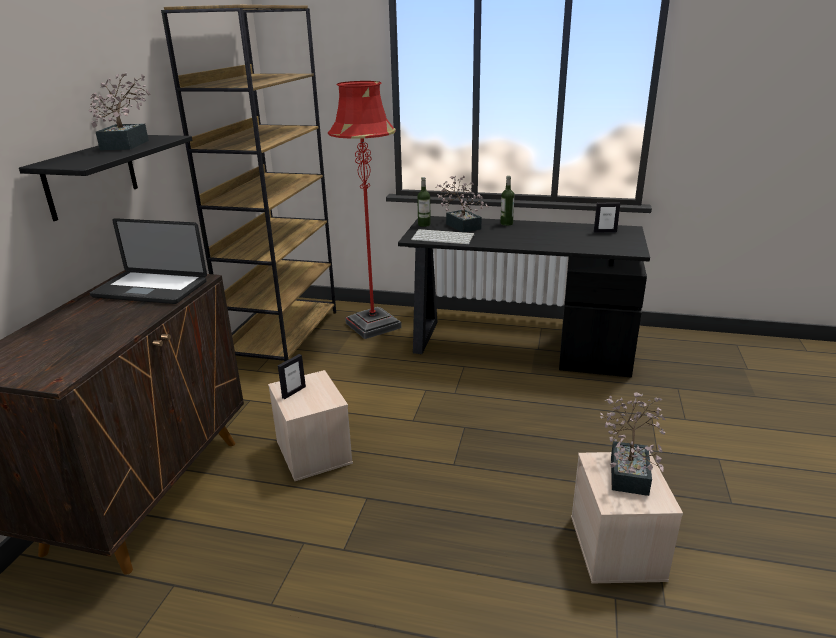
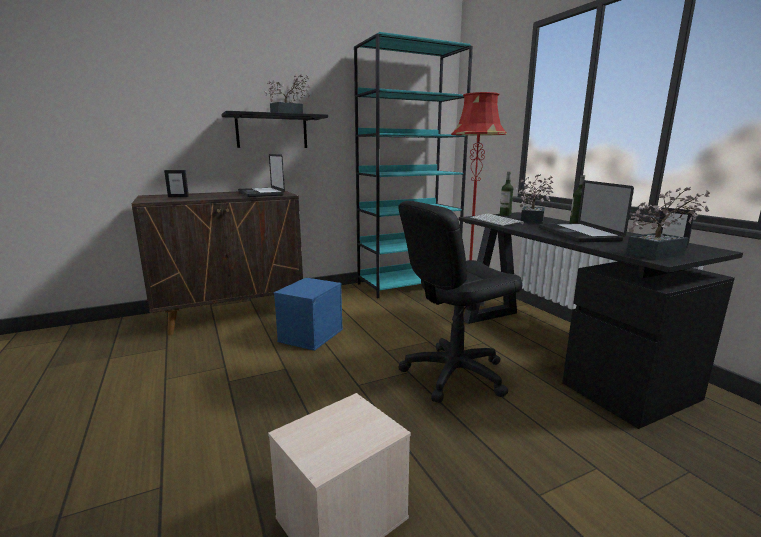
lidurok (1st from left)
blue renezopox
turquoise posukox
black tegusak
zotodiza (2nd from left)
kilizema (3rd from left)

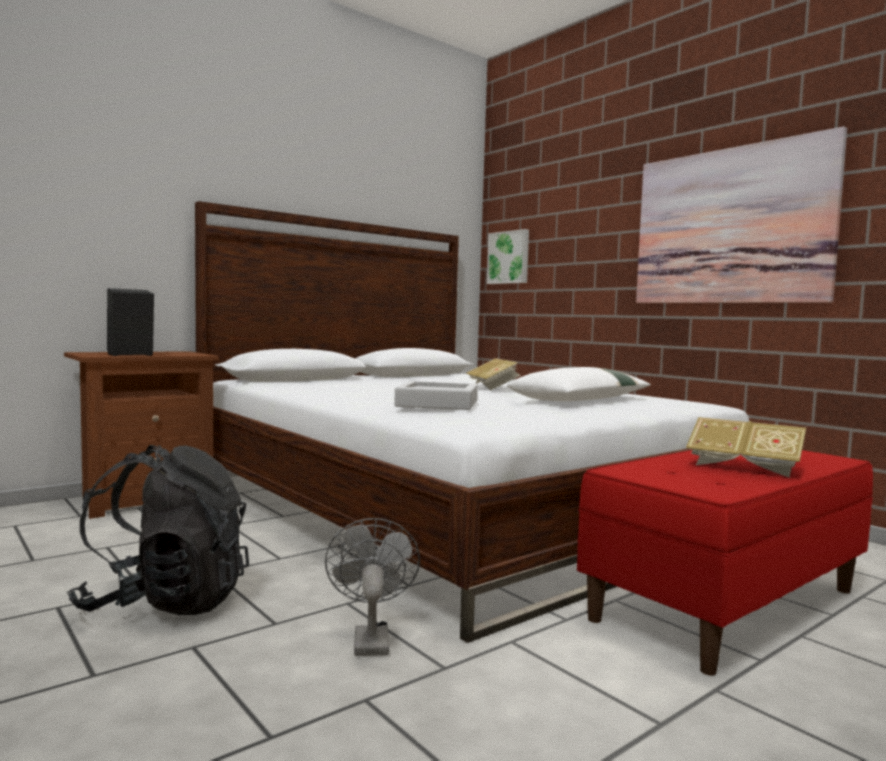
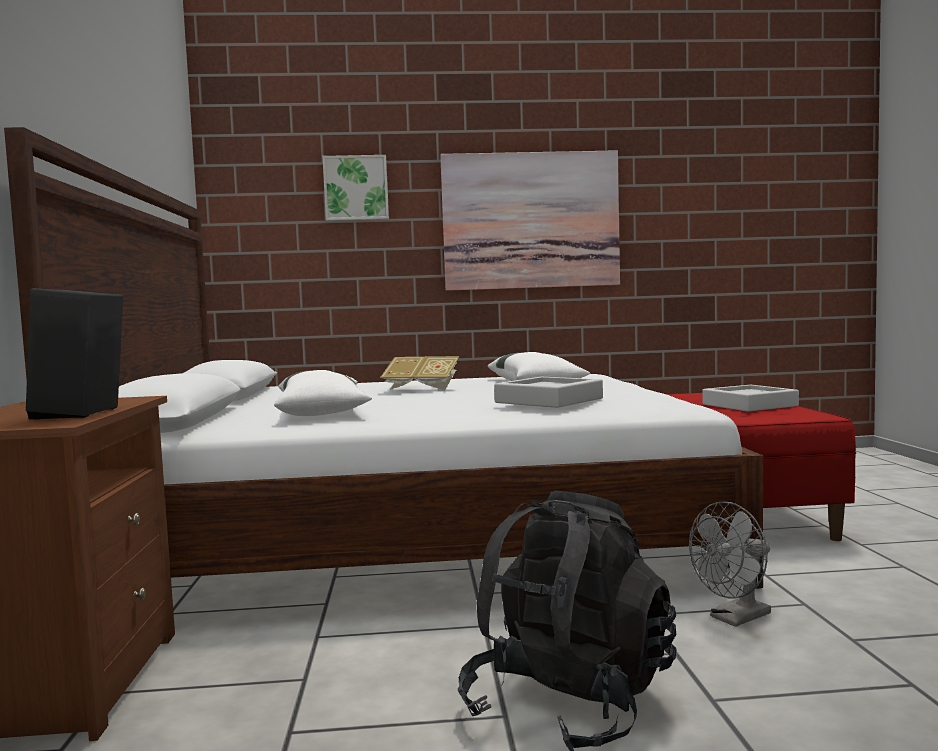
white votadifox (1st from left)
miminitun (1st from left)
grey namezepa
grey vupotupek (2nd from left)

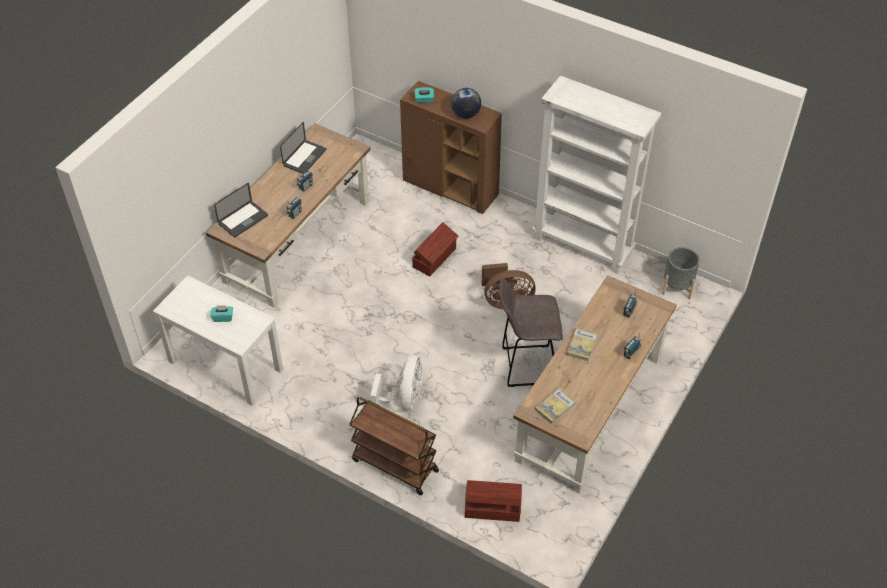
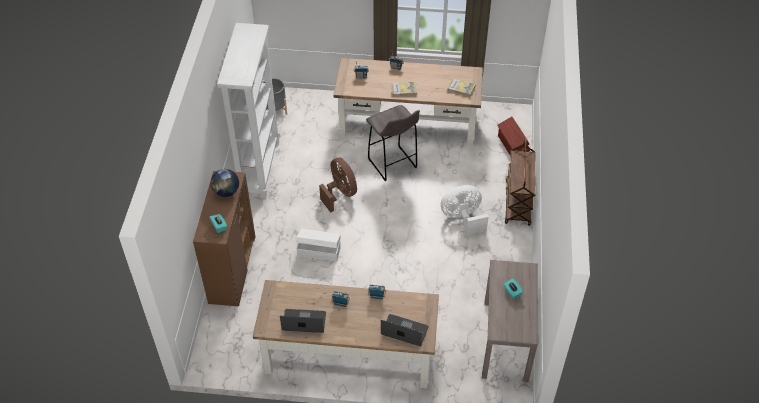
white renezopox
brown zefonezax

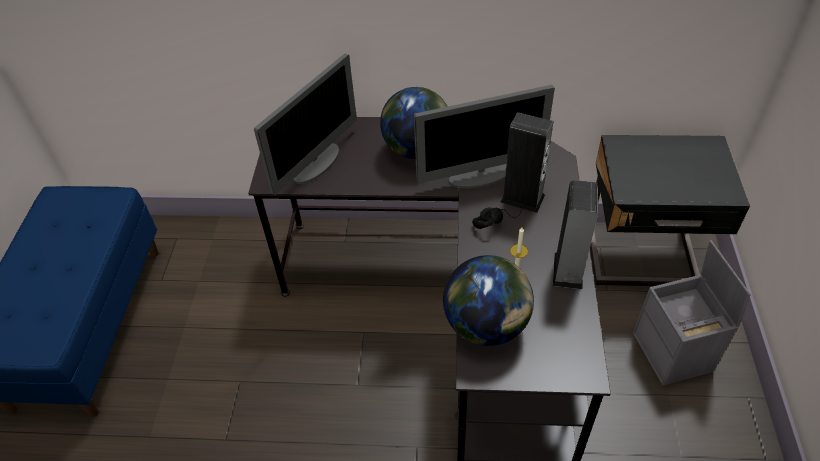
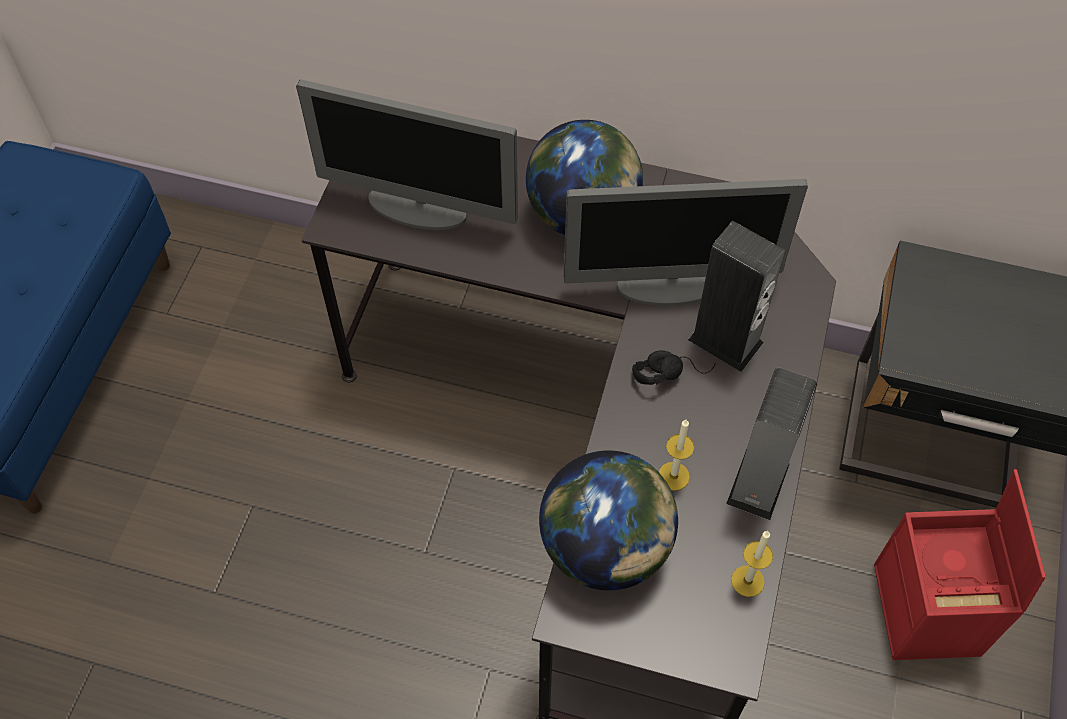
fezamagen (1st from left)
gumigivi (2nd from left)
red renezopox

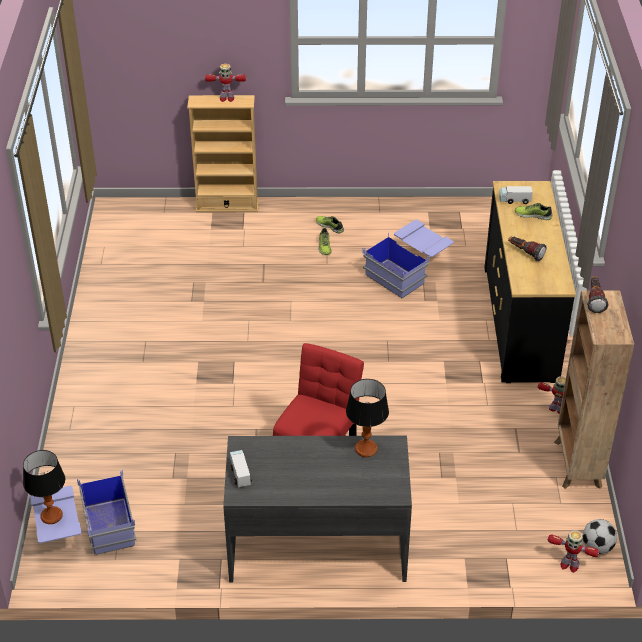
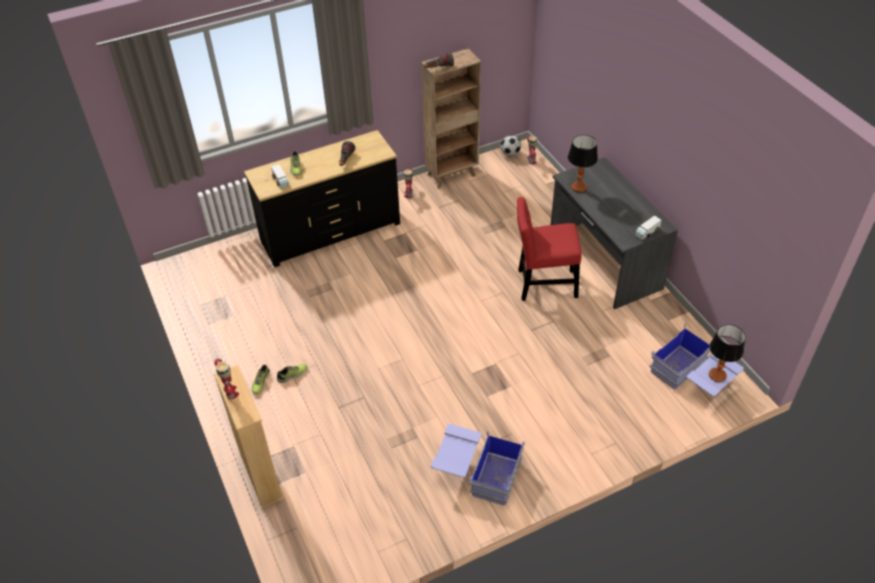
blue renezopox (1st from left)

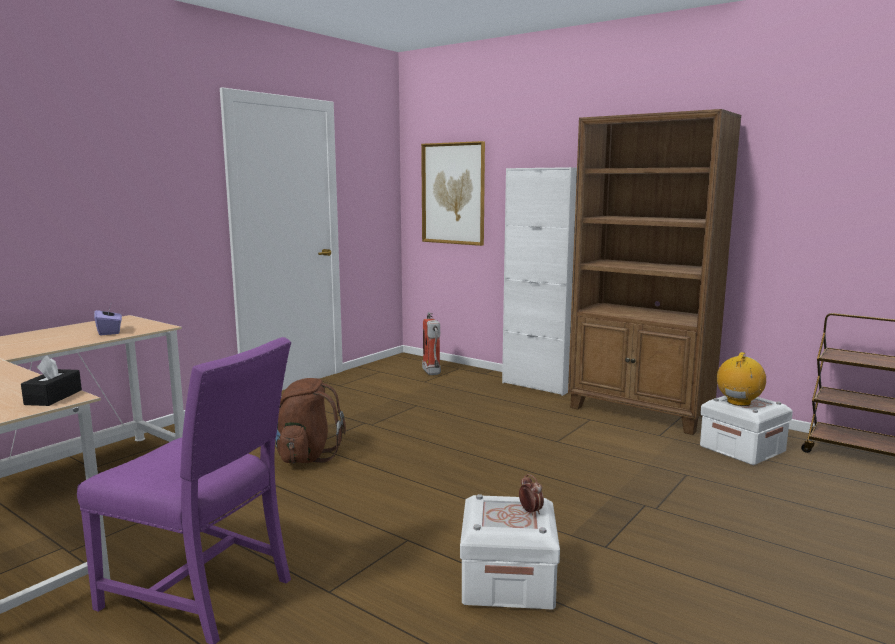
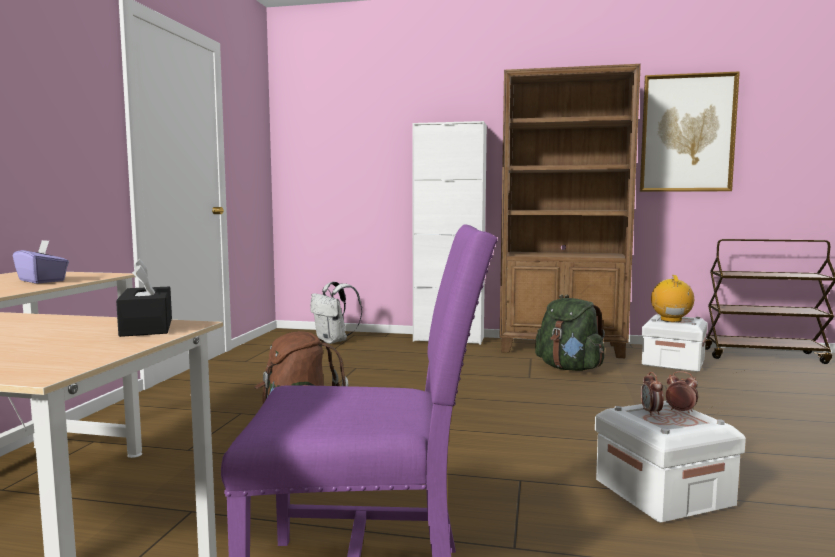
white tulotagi
green tulotagi
miminitun
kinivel (1st from left)

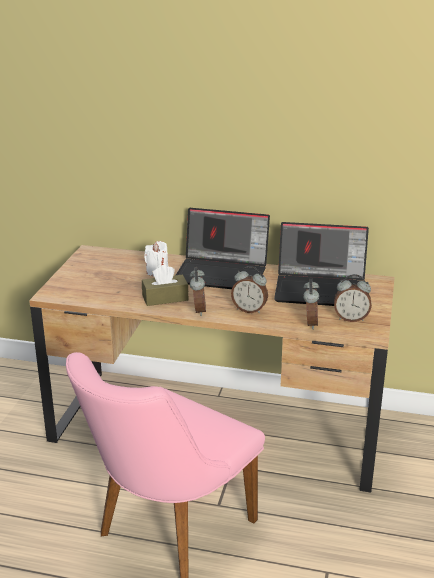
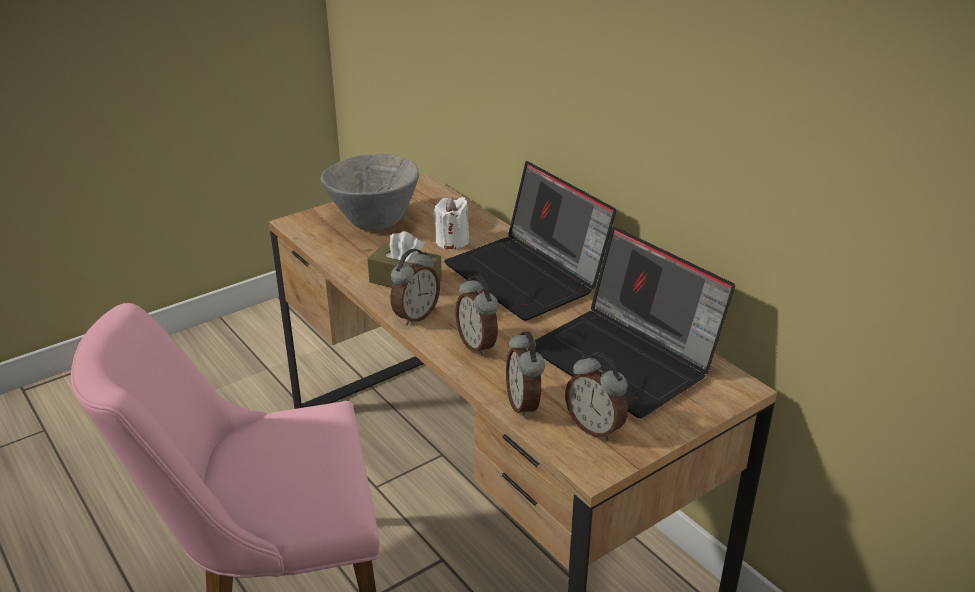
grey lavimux
kinivel (3rd from left)

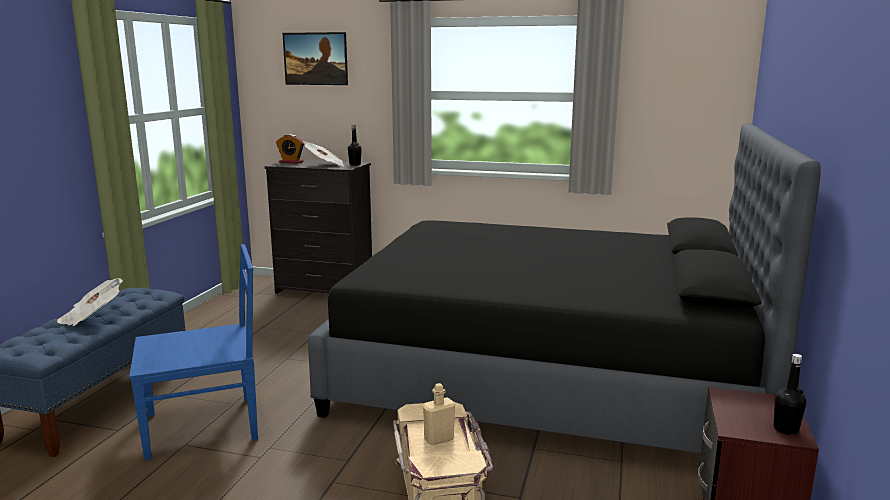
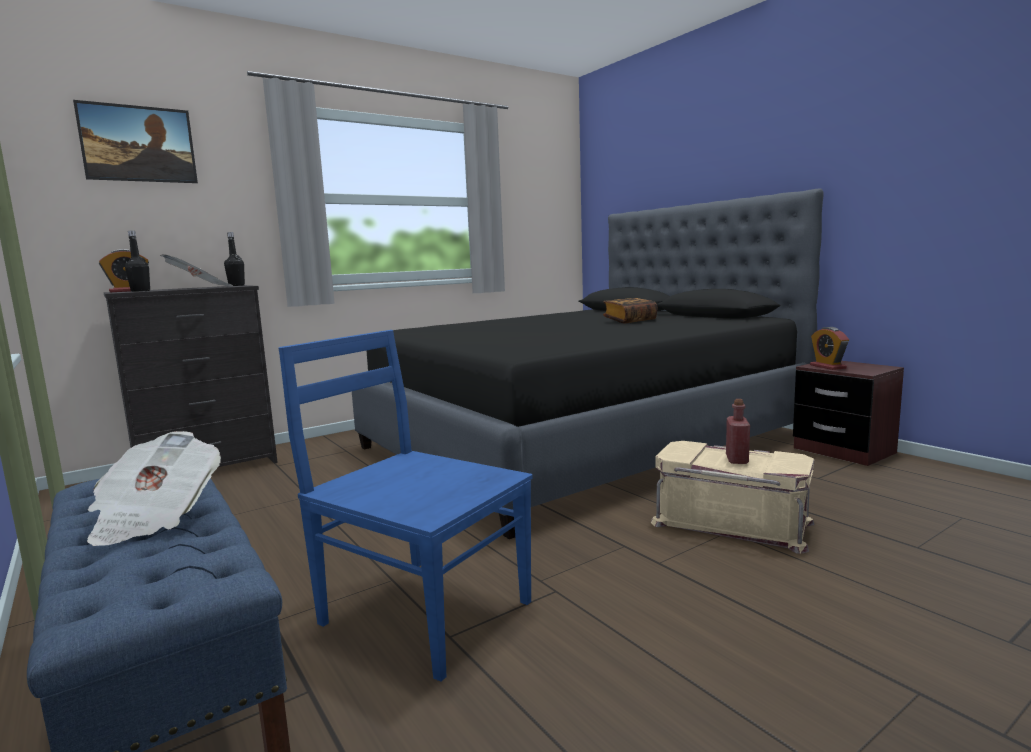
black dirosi (1st from left)
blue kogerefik
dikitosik
red dirosi
kinivel (2nd from left)

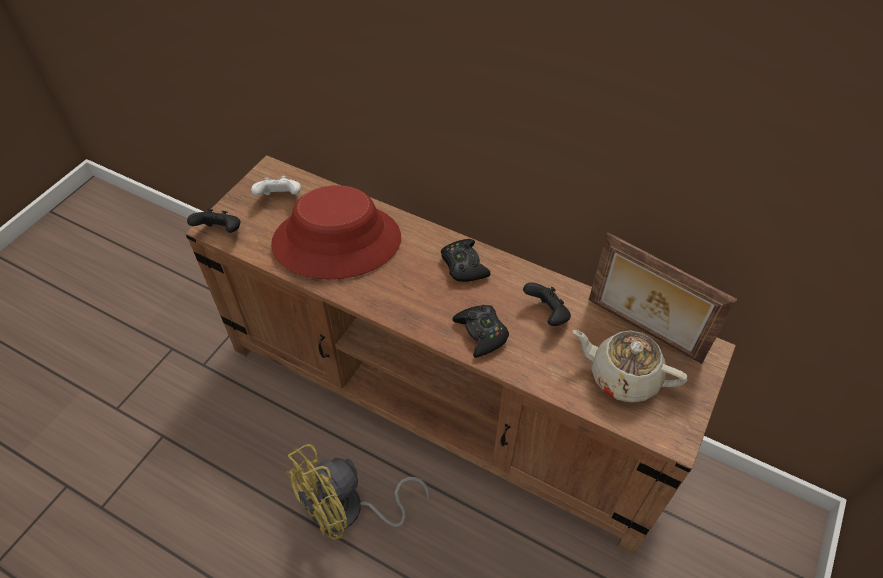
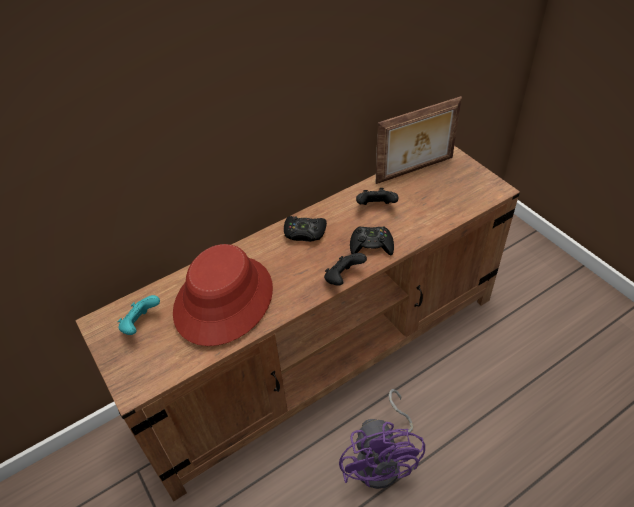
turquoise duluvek
black duluvek (2nd from left)
purple namezepa
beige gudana

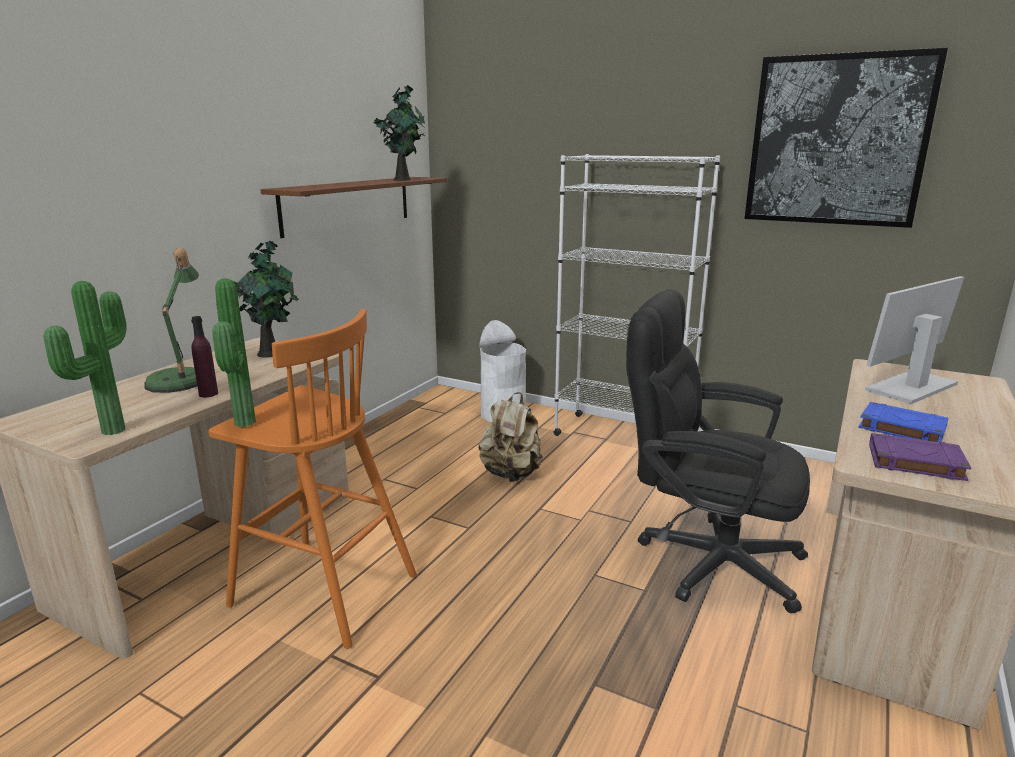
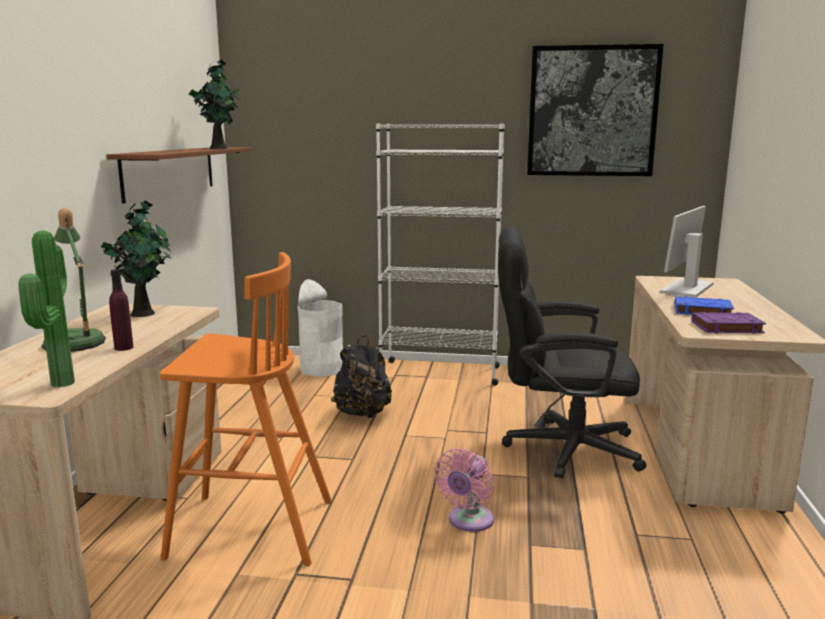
black tulotagi
pink namezepa
kilizema (2nd from left in the first image)

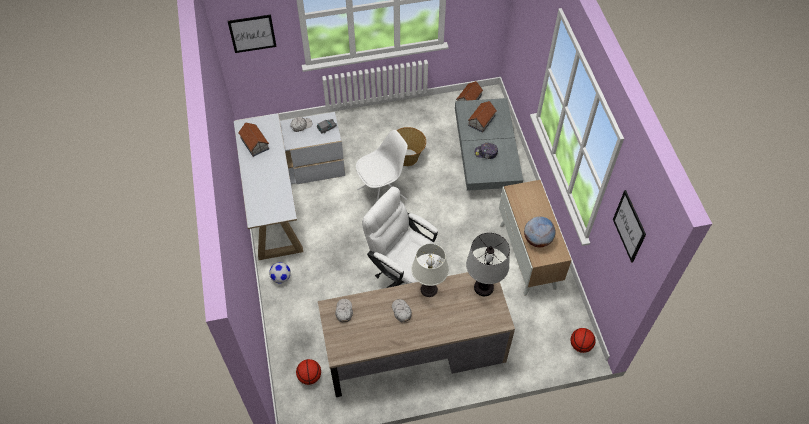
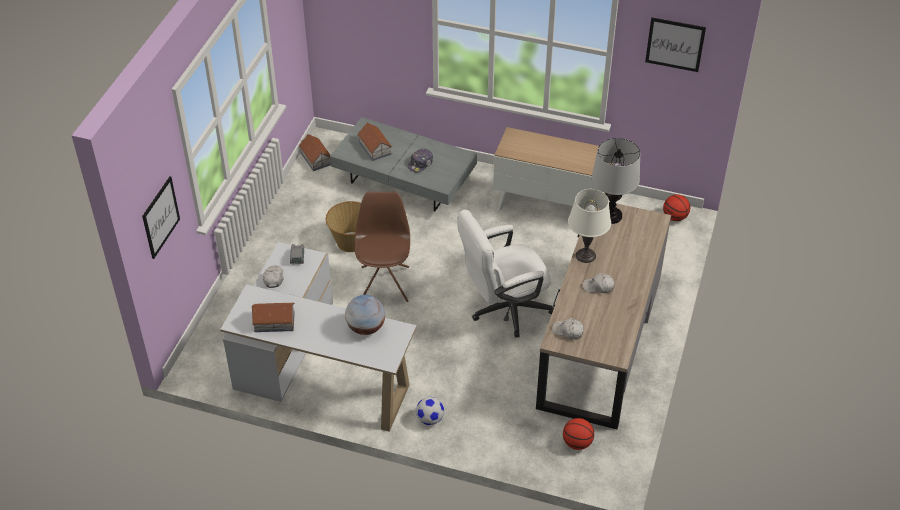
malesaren
brown kogerefik

